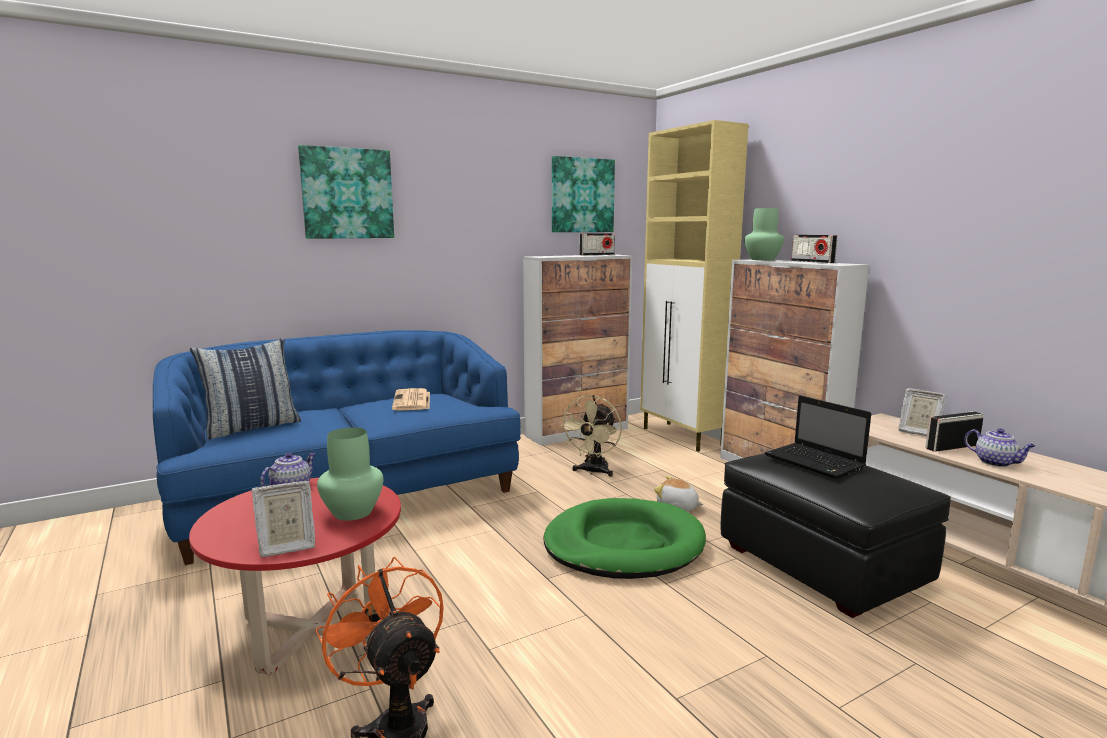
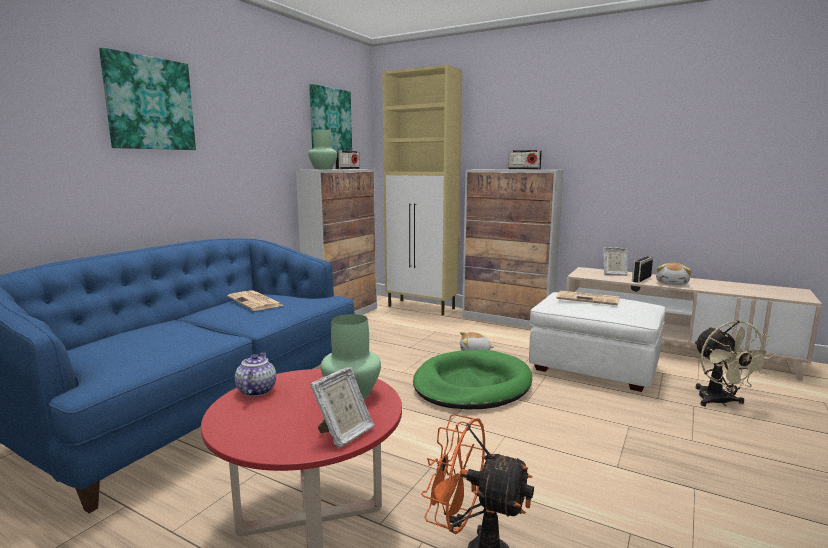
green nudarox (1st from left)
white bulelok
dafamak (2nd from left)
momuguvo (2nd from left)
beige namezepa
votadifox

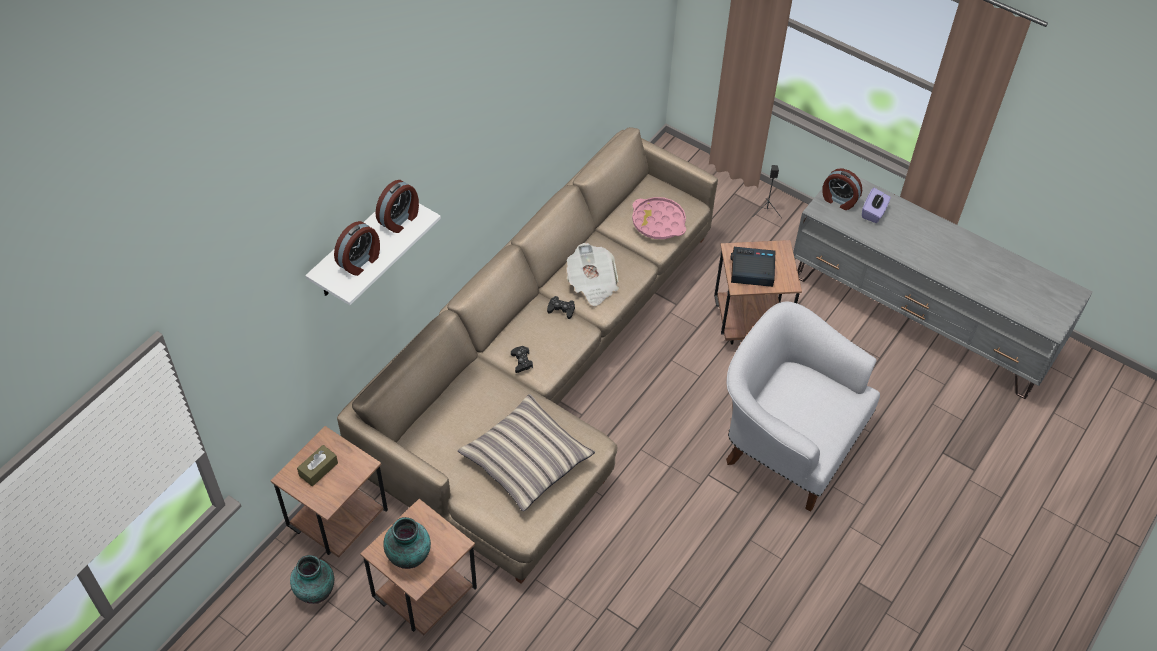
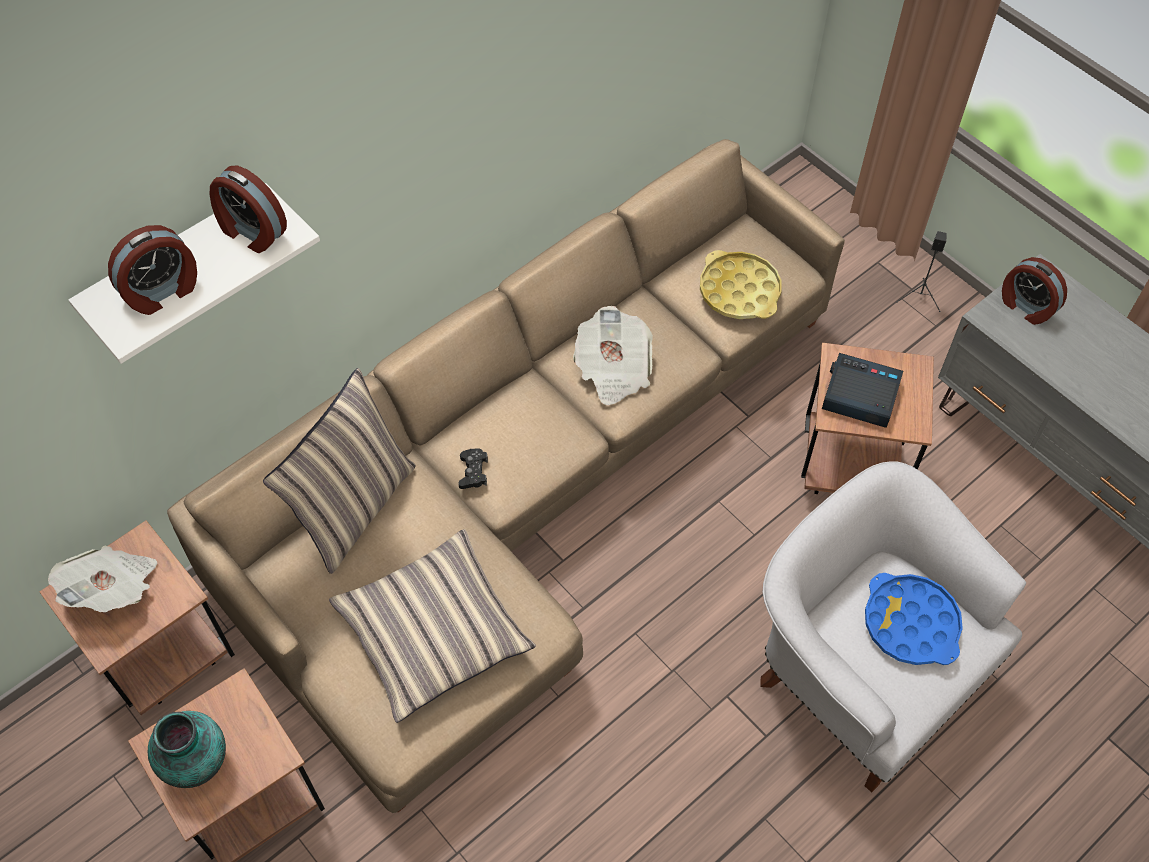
dafamak (1st from left)
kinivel (2nd from left)
votadifox (1st from left)
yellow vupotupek
blue vupotupek
nudarox (1st from left in the first image)
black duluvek (2nd from left in the first image)
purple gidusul

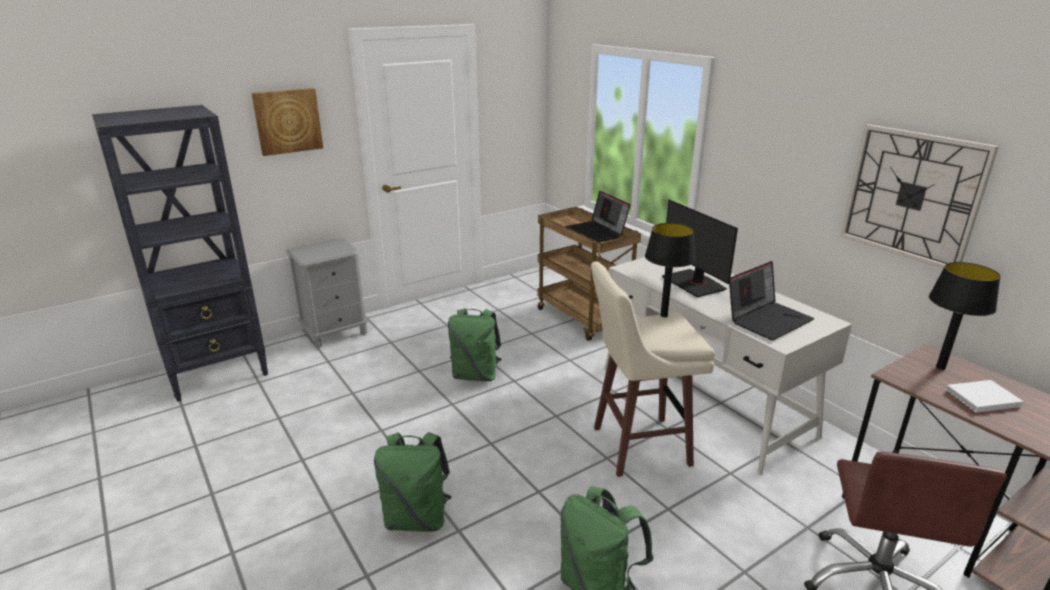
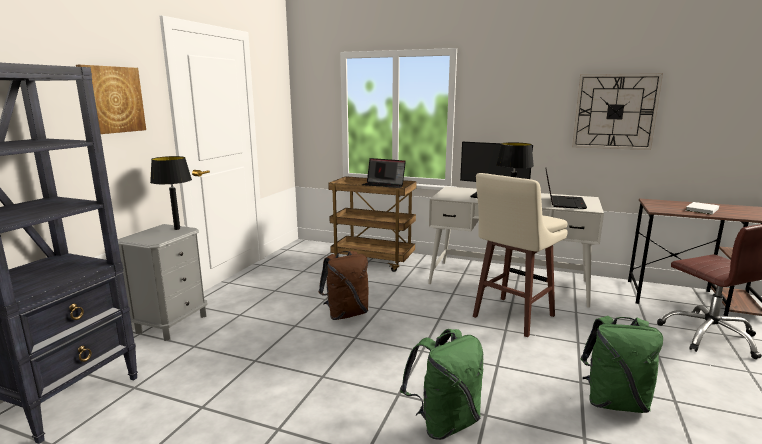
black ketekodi (1st from left)
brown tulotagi

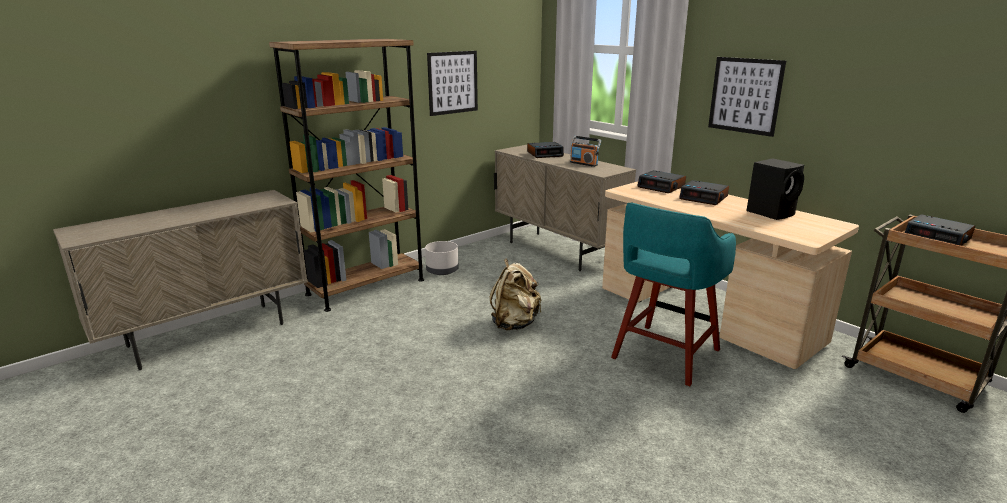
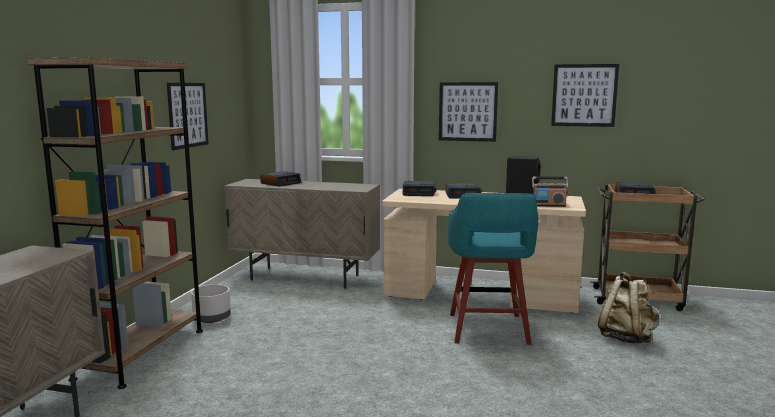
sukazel
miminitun (3rd from left)
beige tulotagi

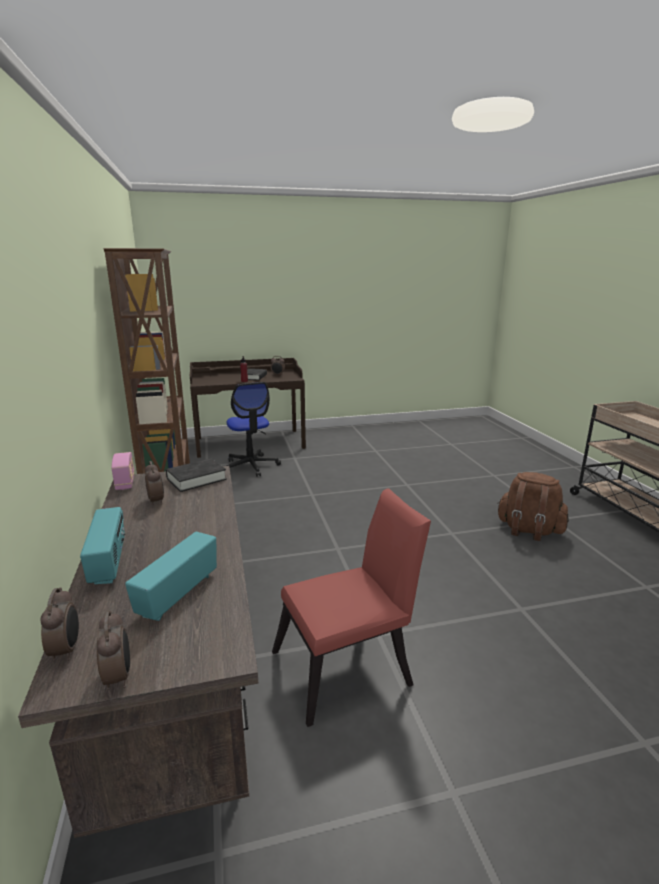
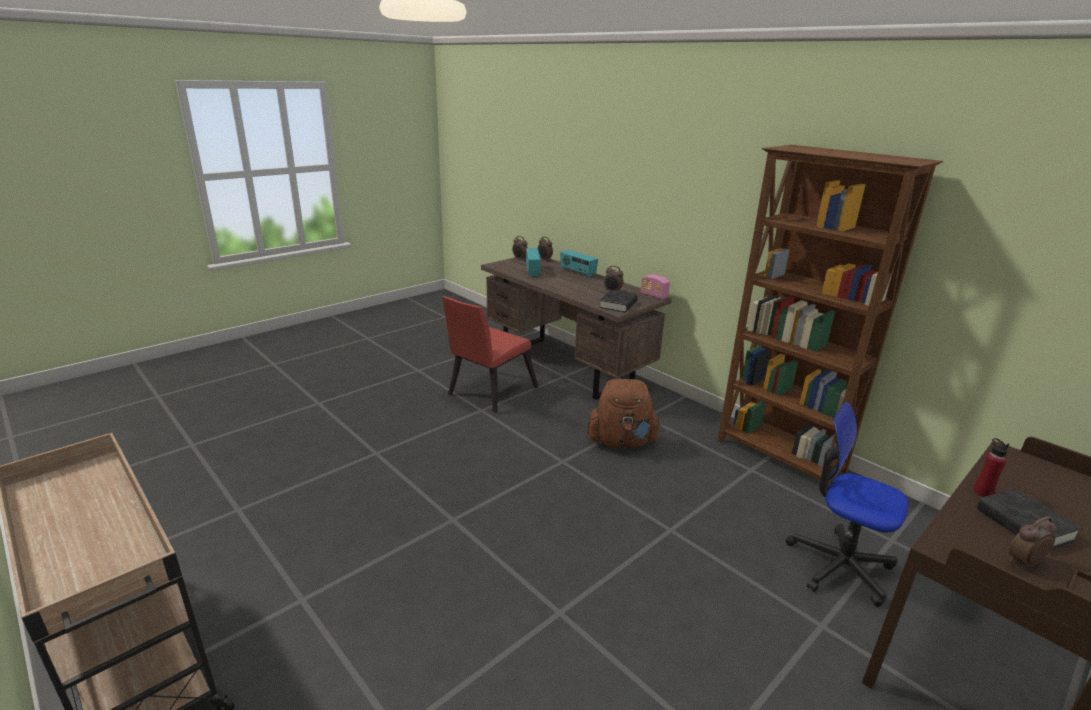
brown tulotagi

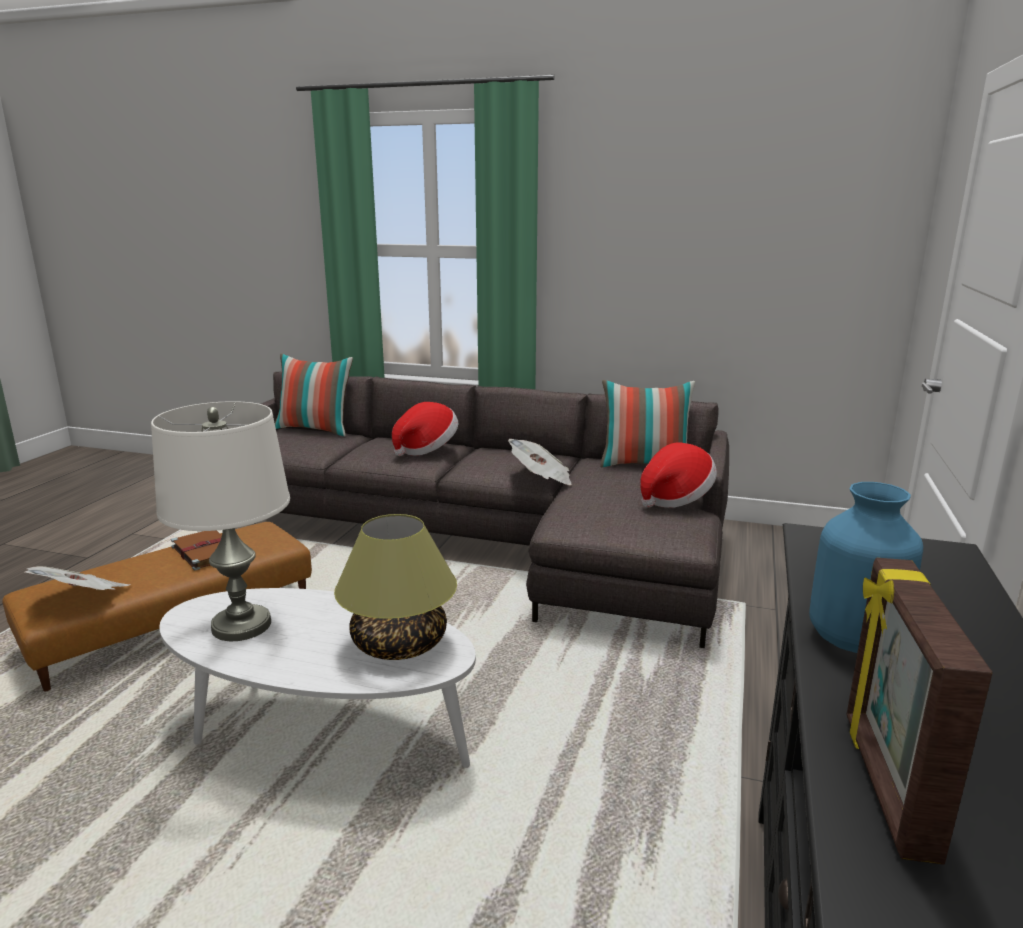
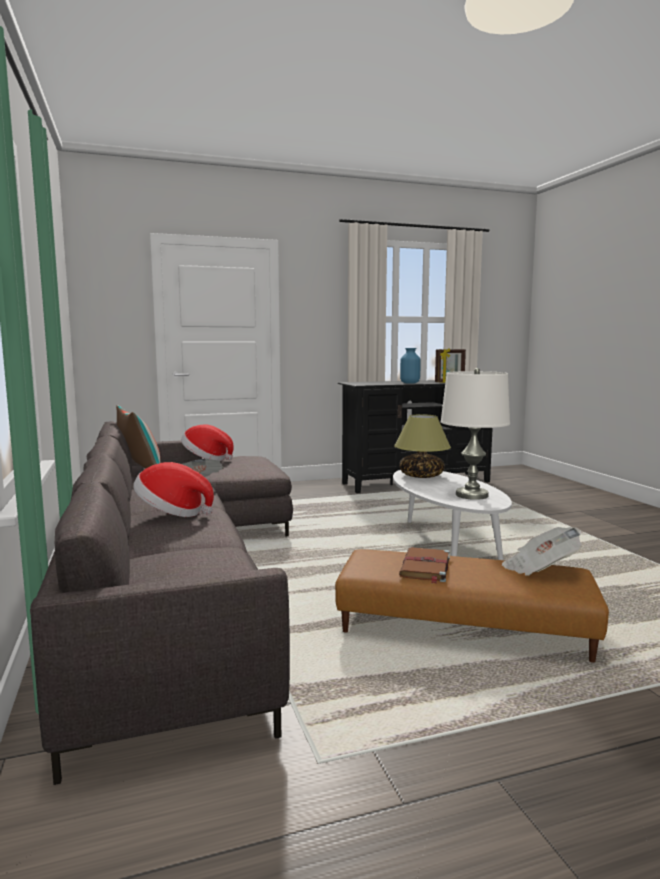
votadifox (1st from left in the first image)

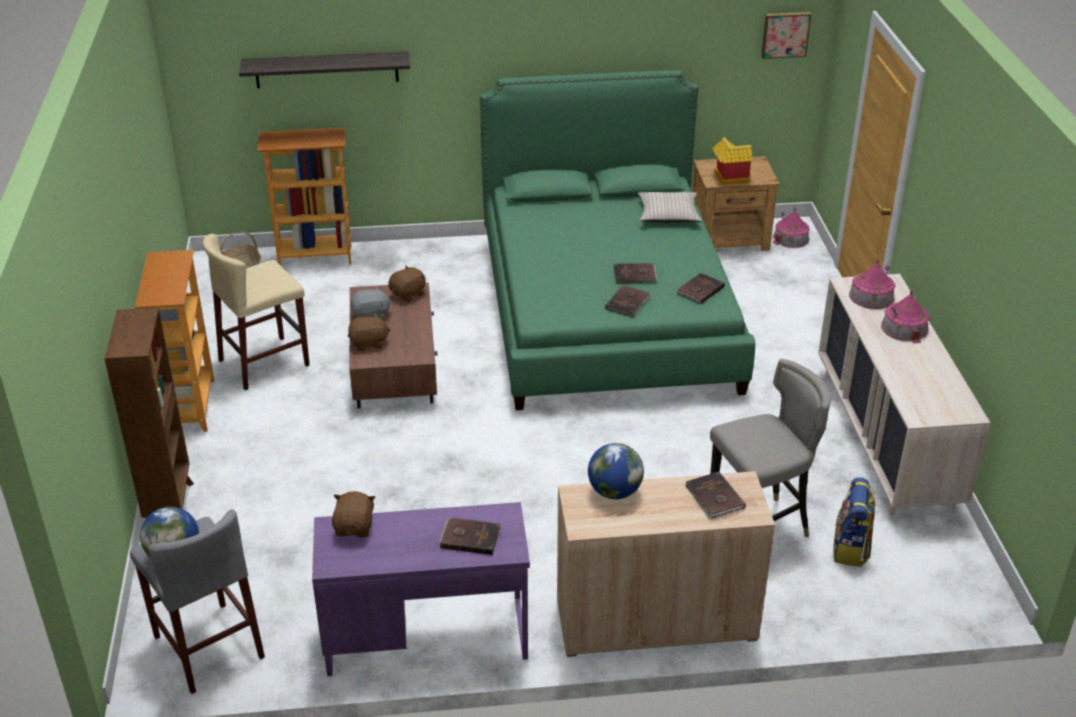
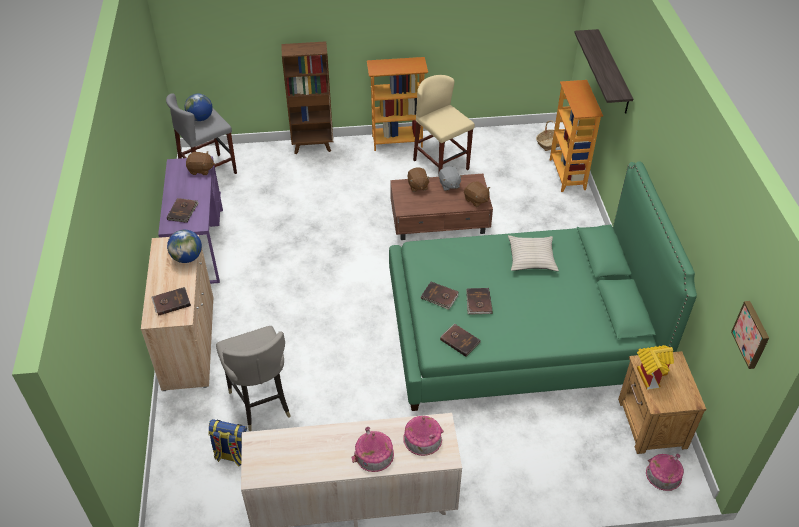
beige votadifox

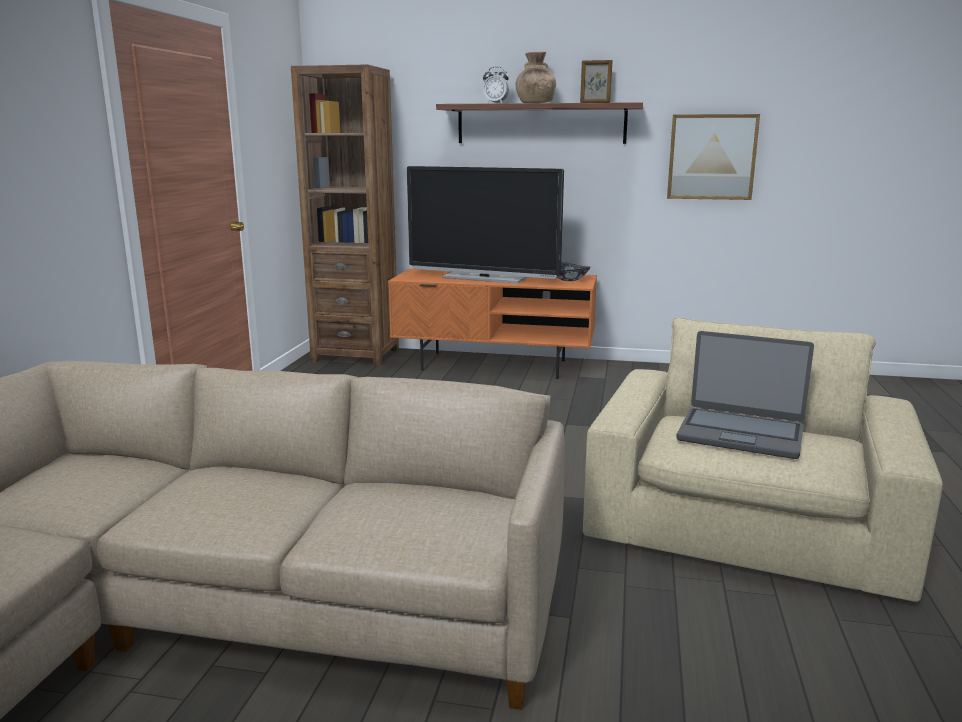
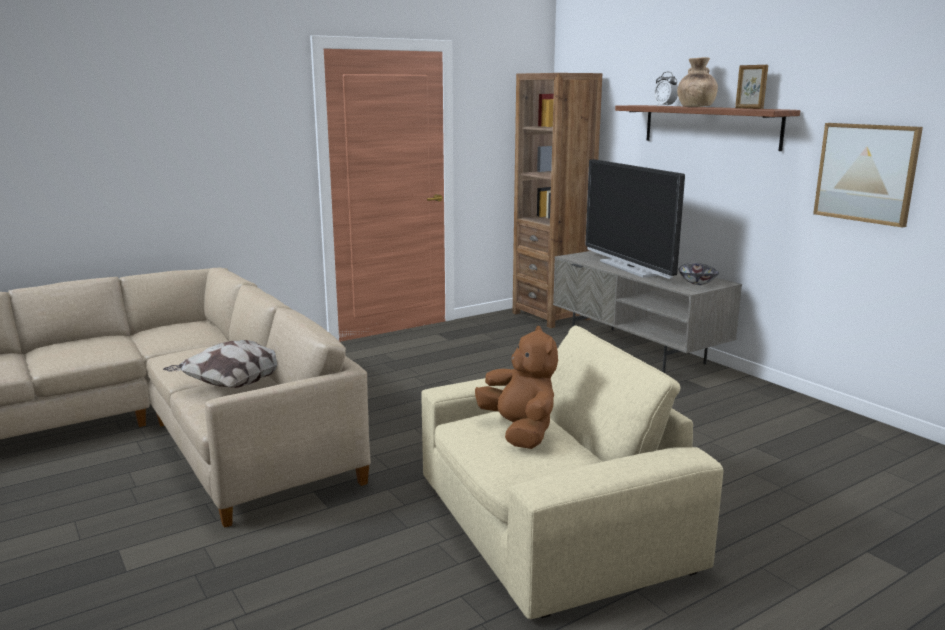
votadifox
brown momuguvo
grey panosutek

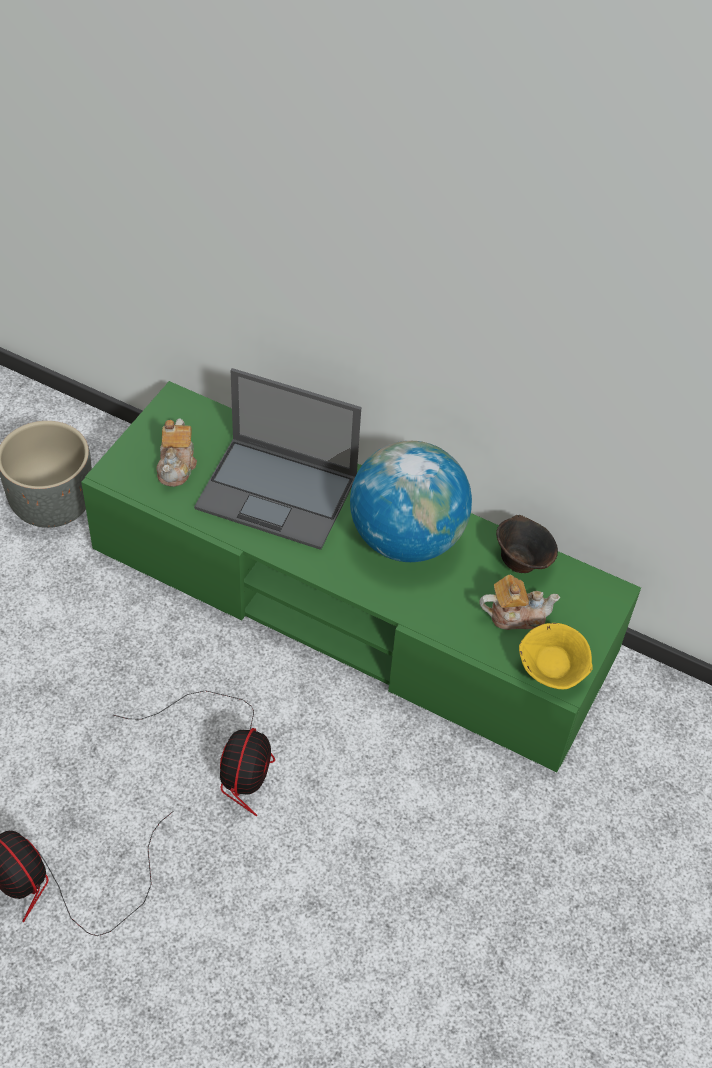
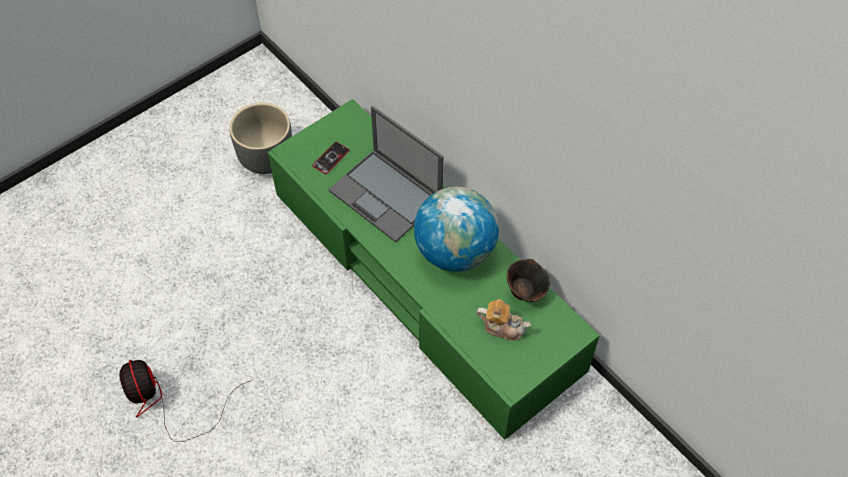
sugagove
namezepa (2nd from left in the first image)
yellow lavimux

